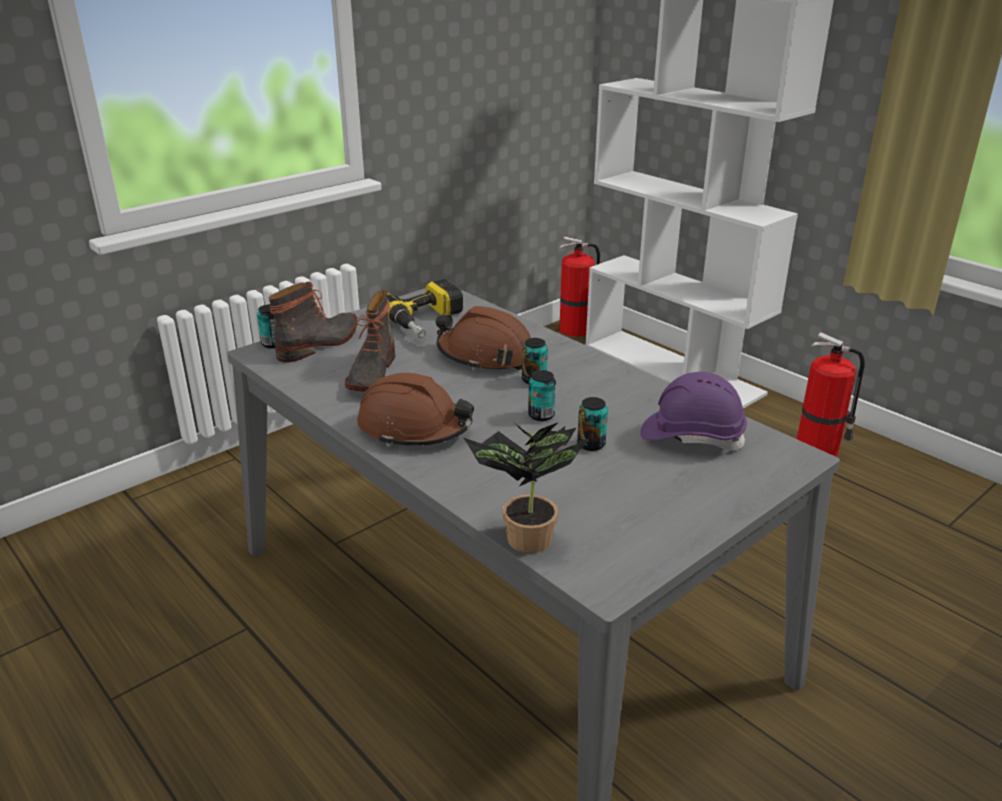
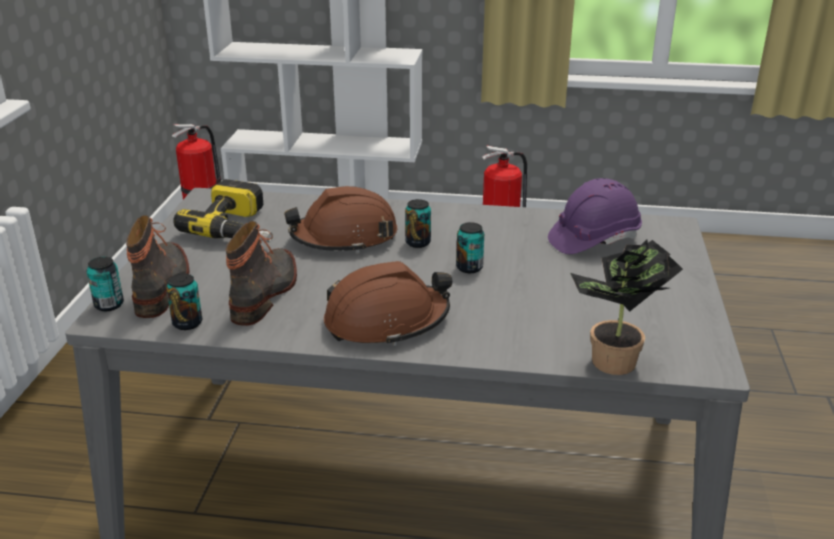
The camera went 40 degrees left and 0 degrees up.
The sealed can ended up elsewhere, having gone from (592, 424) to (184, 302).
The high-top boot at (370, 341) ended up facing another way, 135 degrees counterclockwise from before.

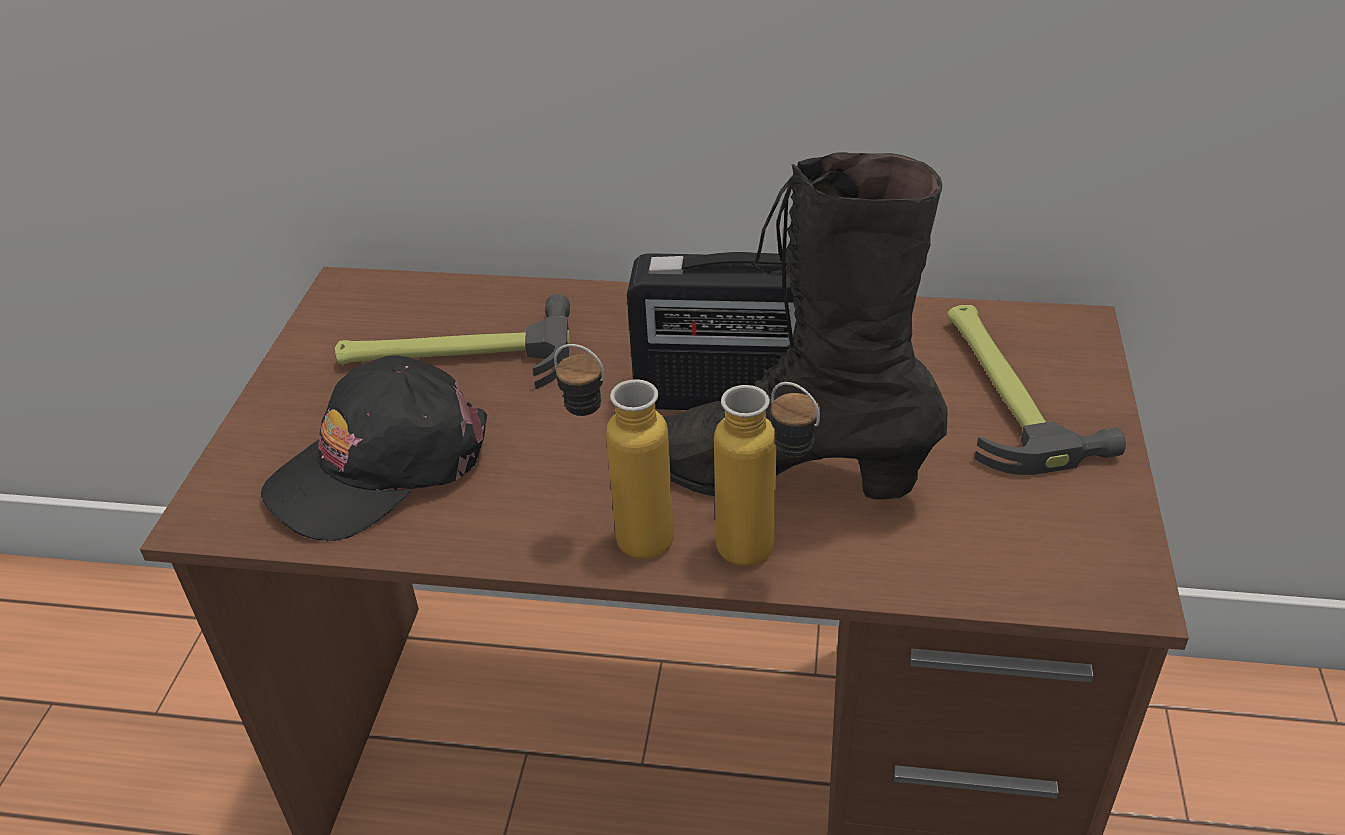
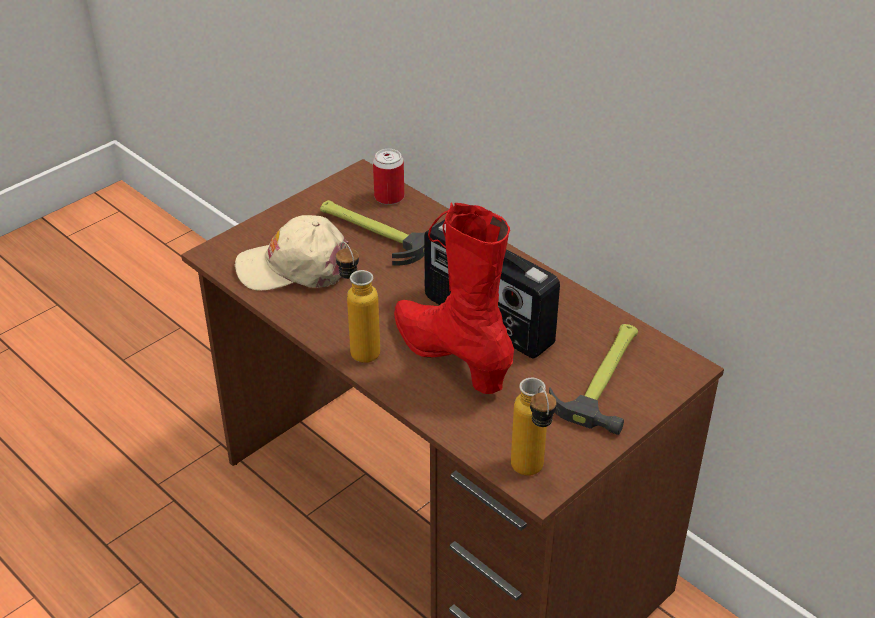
The camera went 35 degrees right and 0 degrees up.
What was the blackish baseball cap at (374, 448) turned into the beige-coloured baseball cap at (291, 253).
The second view gained the sealed can at (388, 177).
What was the blackish high-top boot at (805, 326) turned into the reddish high-top boot at (454, 298).
The drink bottle ended up elsewhere, having gone from (767, 474) to (534, 427).

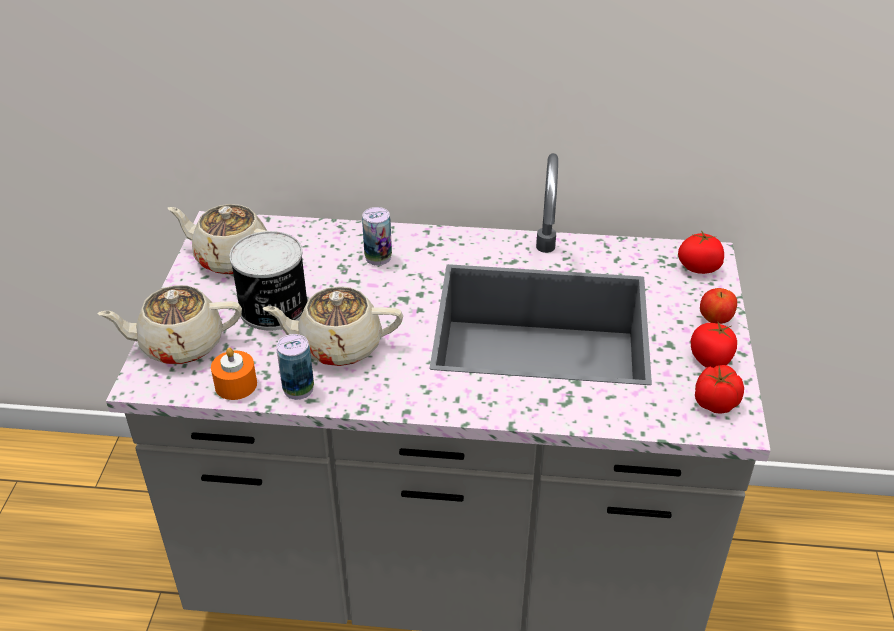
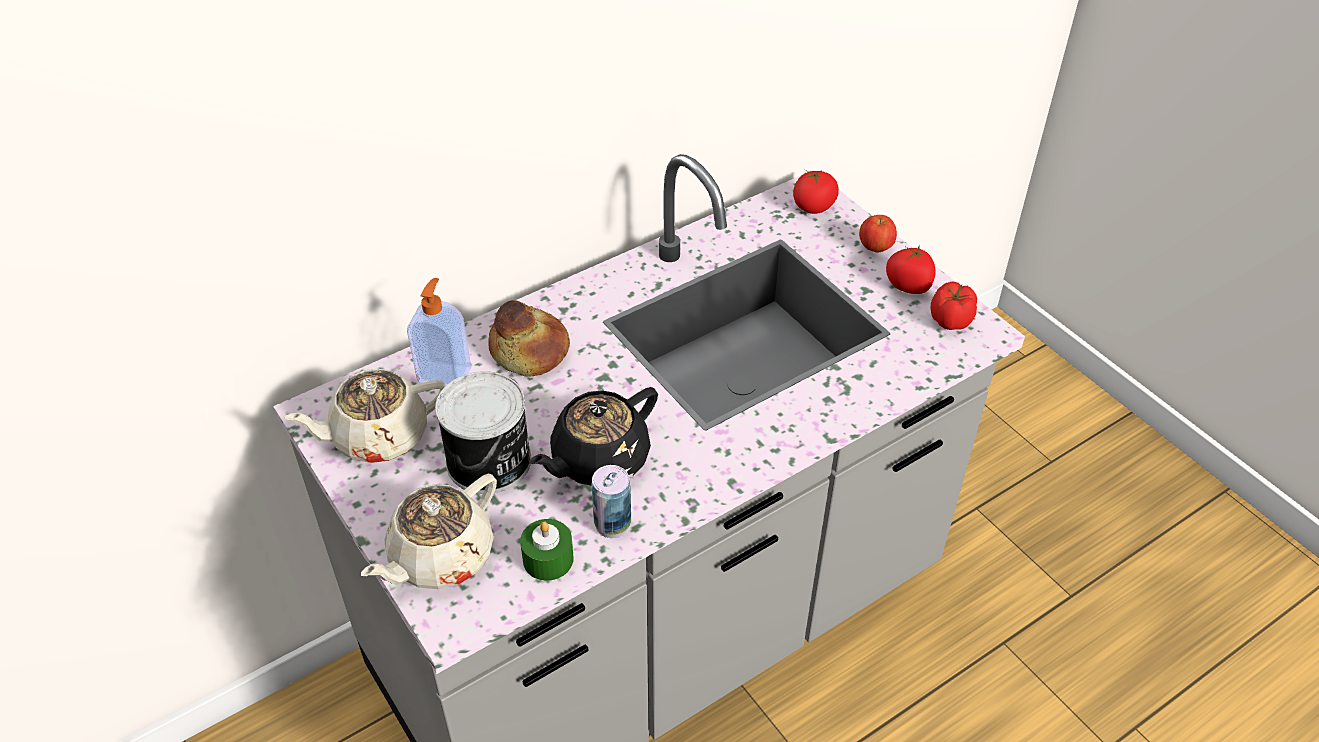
The camera went 40 degrees left and 5 degrees up.
The second view gained the soap dispenser at (439, 331).
Where the sealed can stood at (377, 236), the bakery bread came to stand at (529, 338).
What was the orange candle at (234, 373) turned into the green candle at (547, 550).
What was the beige-coloured pot for tea at (332, 326) turned into the blackish pot for tea at (593, 436).

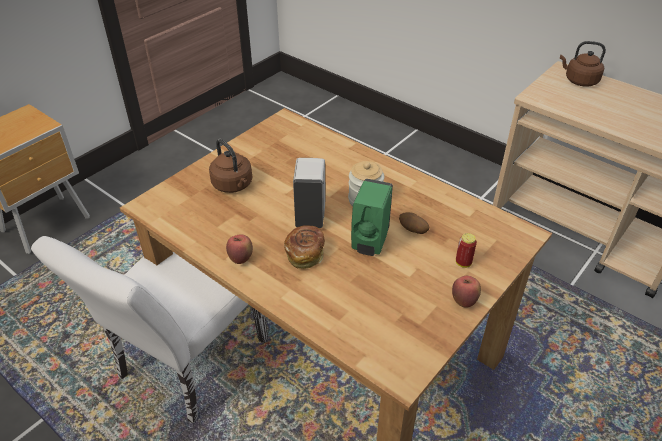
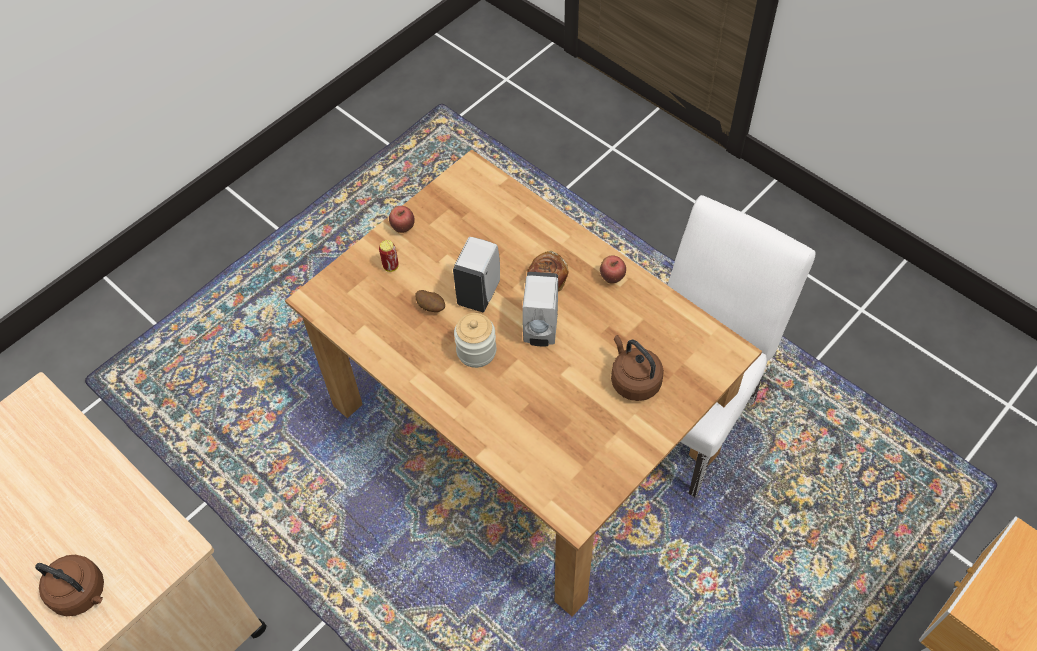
The camera went 175 degrees left and 15 degrees up.
What was the green soap dispenser at (372, 217) turned into the whitish soap dispenser at (476, 274).

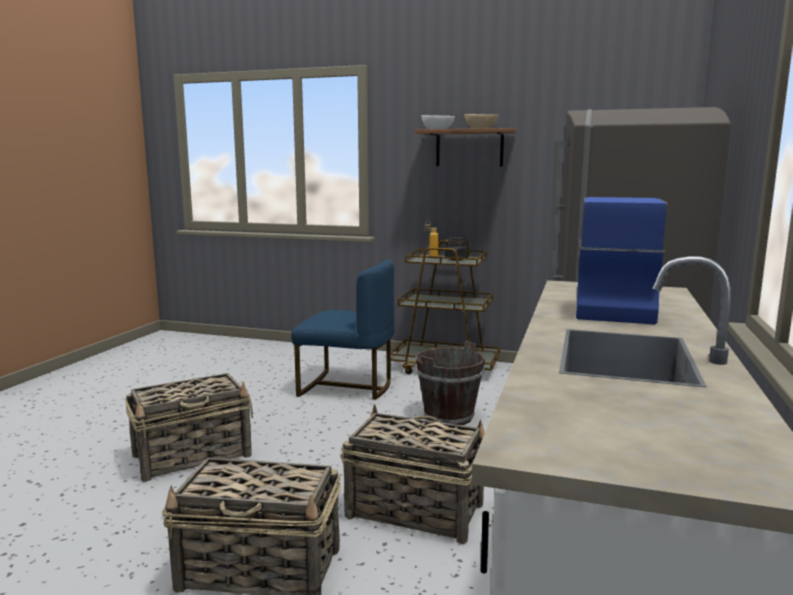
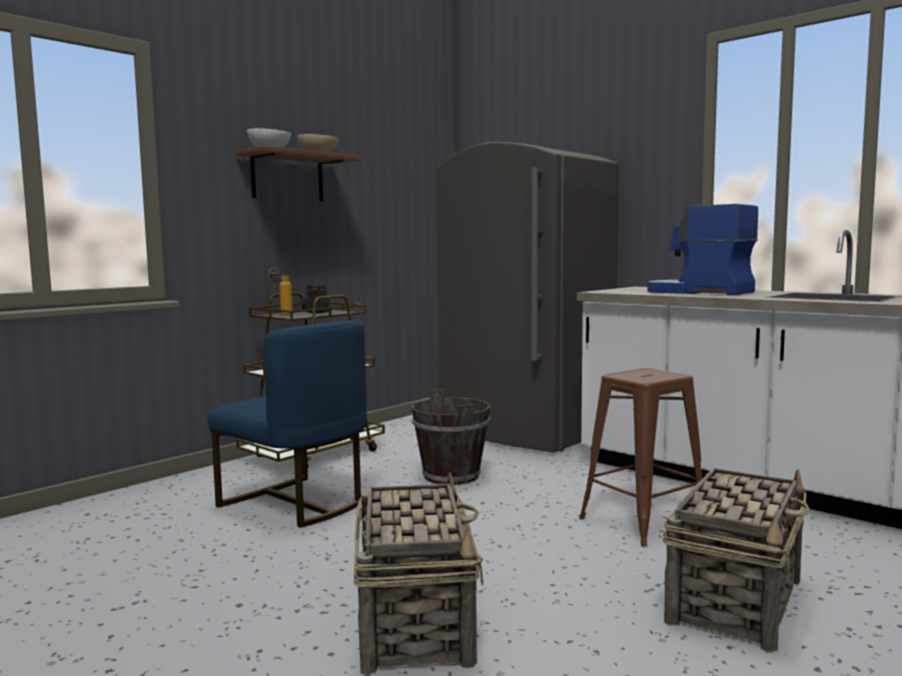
The camera went 65 degrees left and 5 degrees down.
The blue upright chair at (343, 329) ended up facing another way, 90 degrees clockwise from before.
Where the household basket stood at (413, 474), the brown sitting stool came to stand at (640, 457).

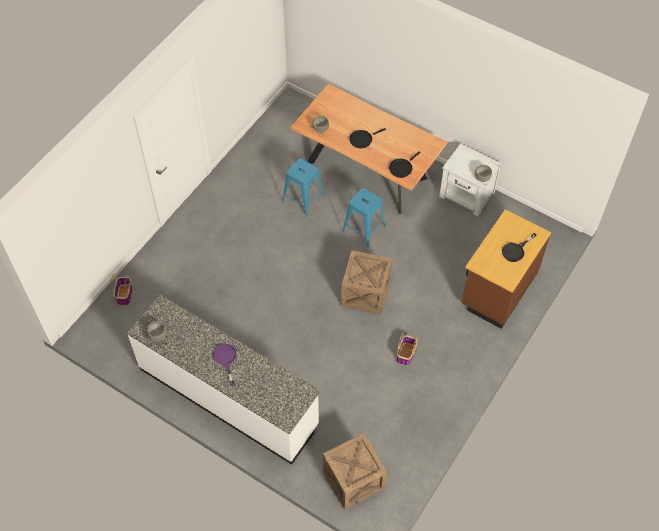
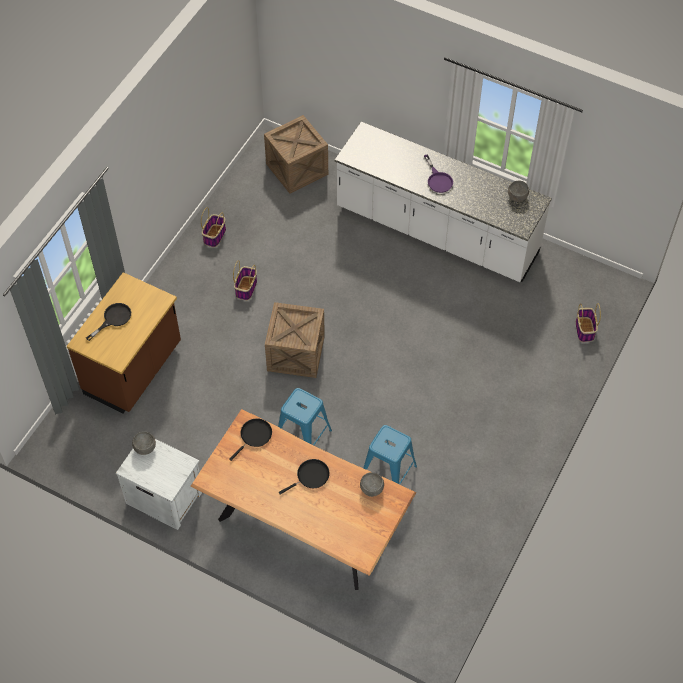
The camera went 175 degrees right and 0 degrees up.
The second view gained the household basket at (213, 227).

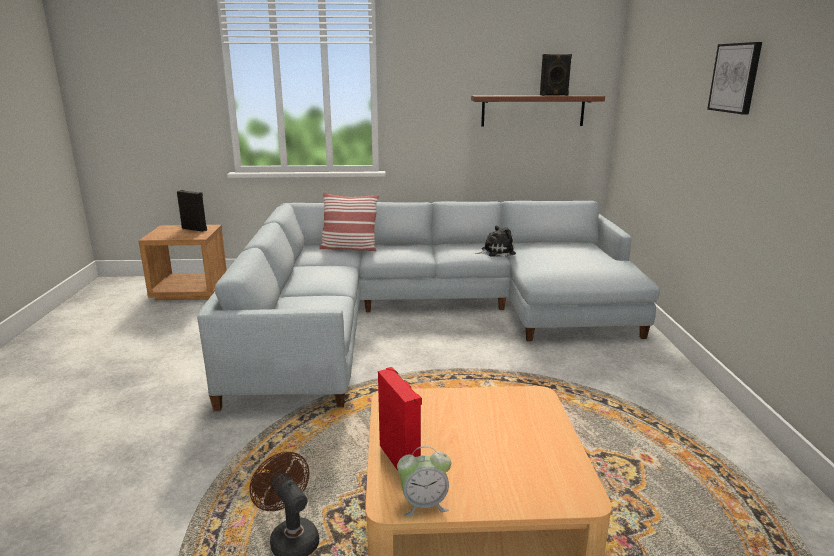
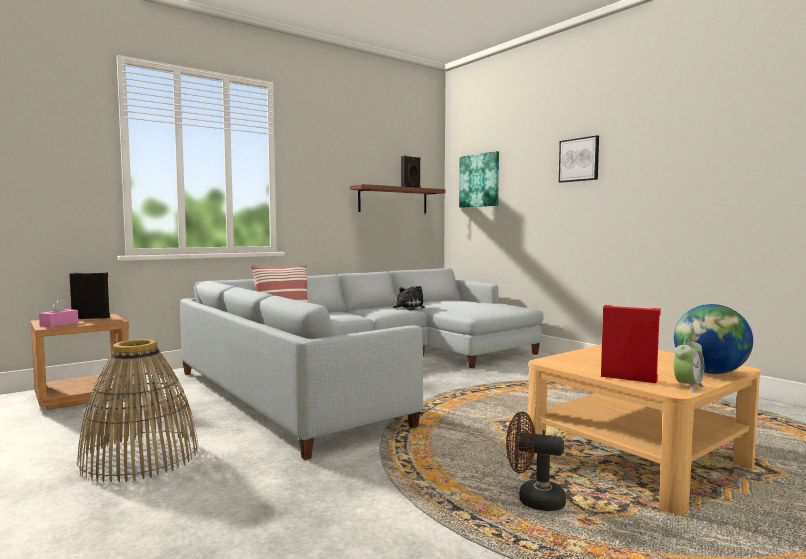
The camera went 35 degrees left and 15 degrees down.
The second view gained the pink box of tissues at (59, 313).
The second view gained the household basket at (138, 411).
The second view gained the wall art at (479, 179).
The second view gained the globe at (713, 339).

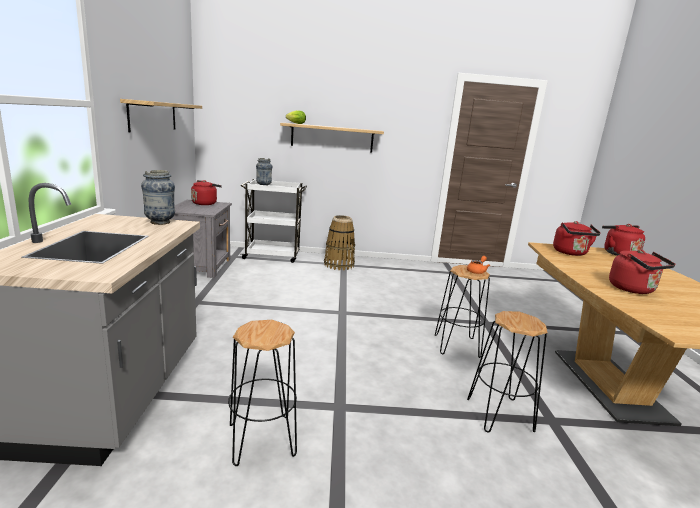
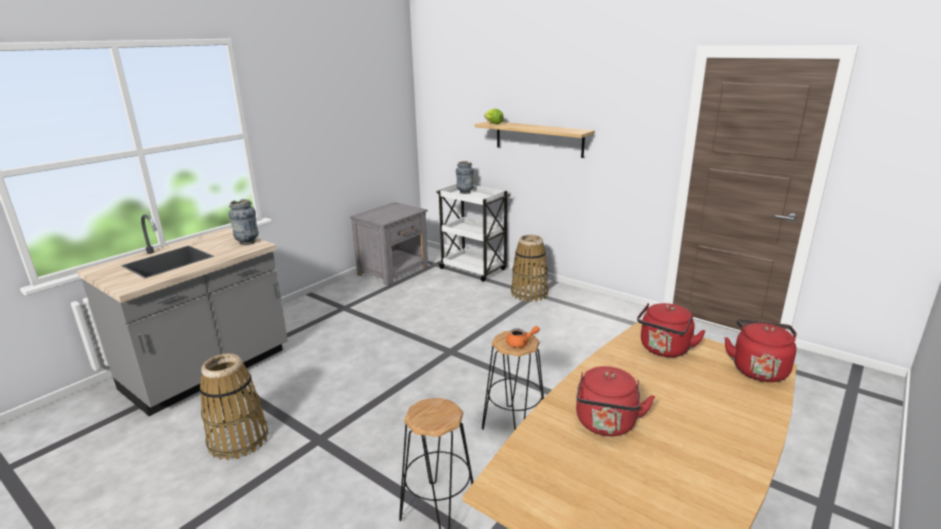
The camera went 40 degrees right and 5 degrees up.
Where the blackish sitting stool stood at (262, 393), the household basket came to stand at (234, 406).
The second view lost the shelf at (161, 116).
The second view lost the reddish kettle at (206, 192).

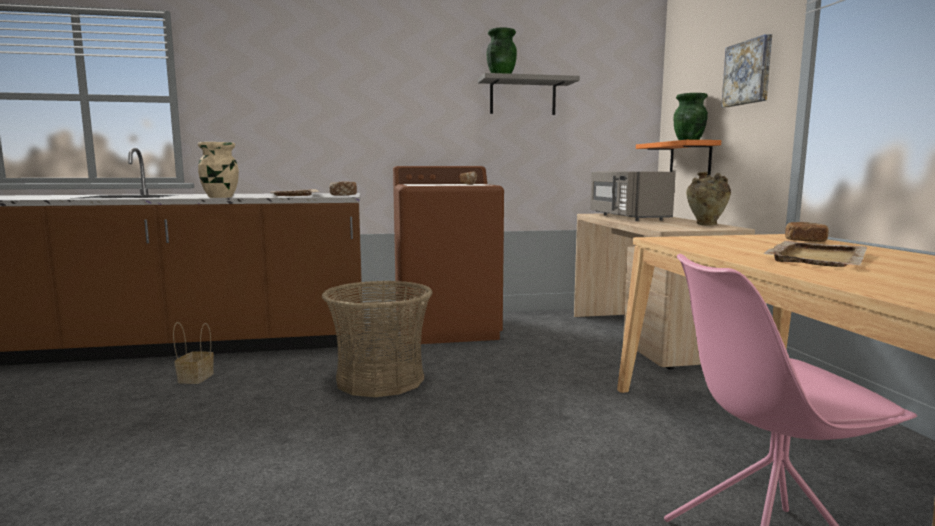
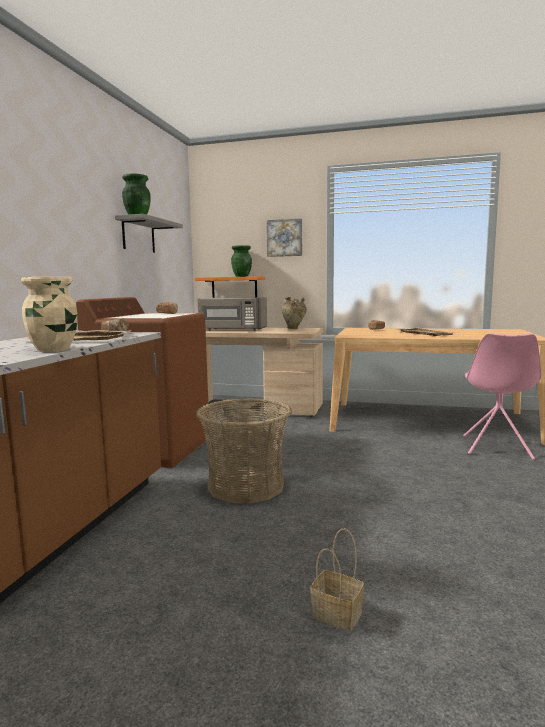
The camera went 65 degrees left and 0 degrees up.
The household basket ended up elsewhere, having gone from (193, 353) to (337, 580).

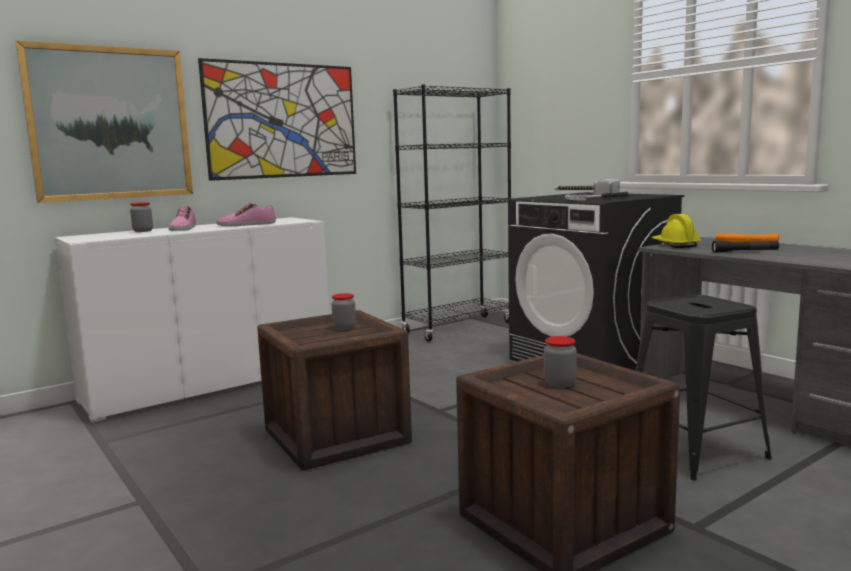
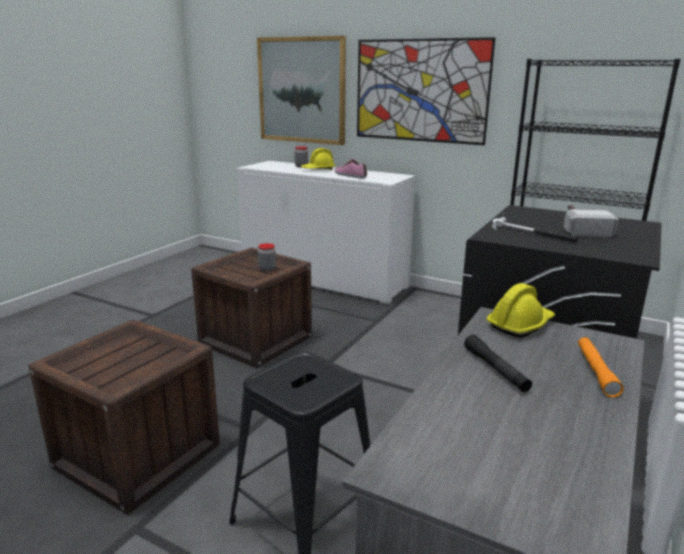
The camera went 65 degrees right and 10 degrees up.
Where the shoe stood at (182, 218), the yellow safety helmet came to stand at (318, 159).
The second view lost the jar at (560, 362).

